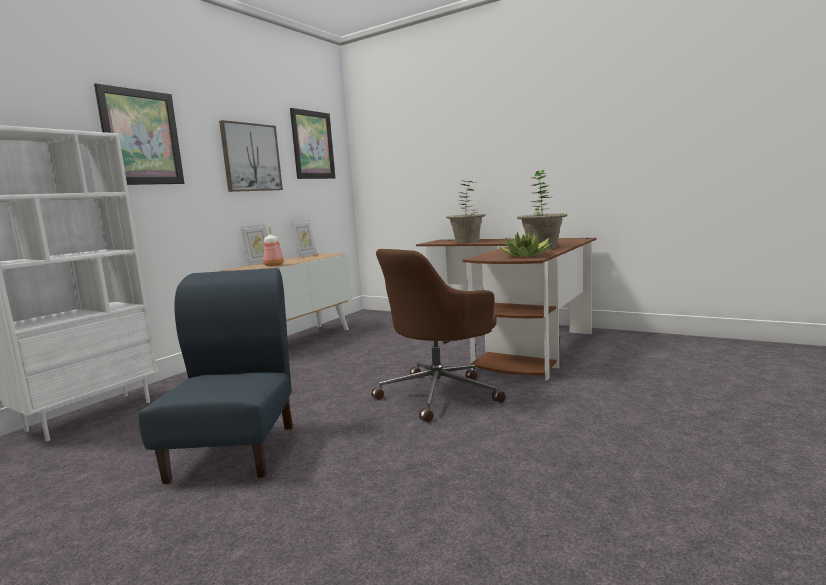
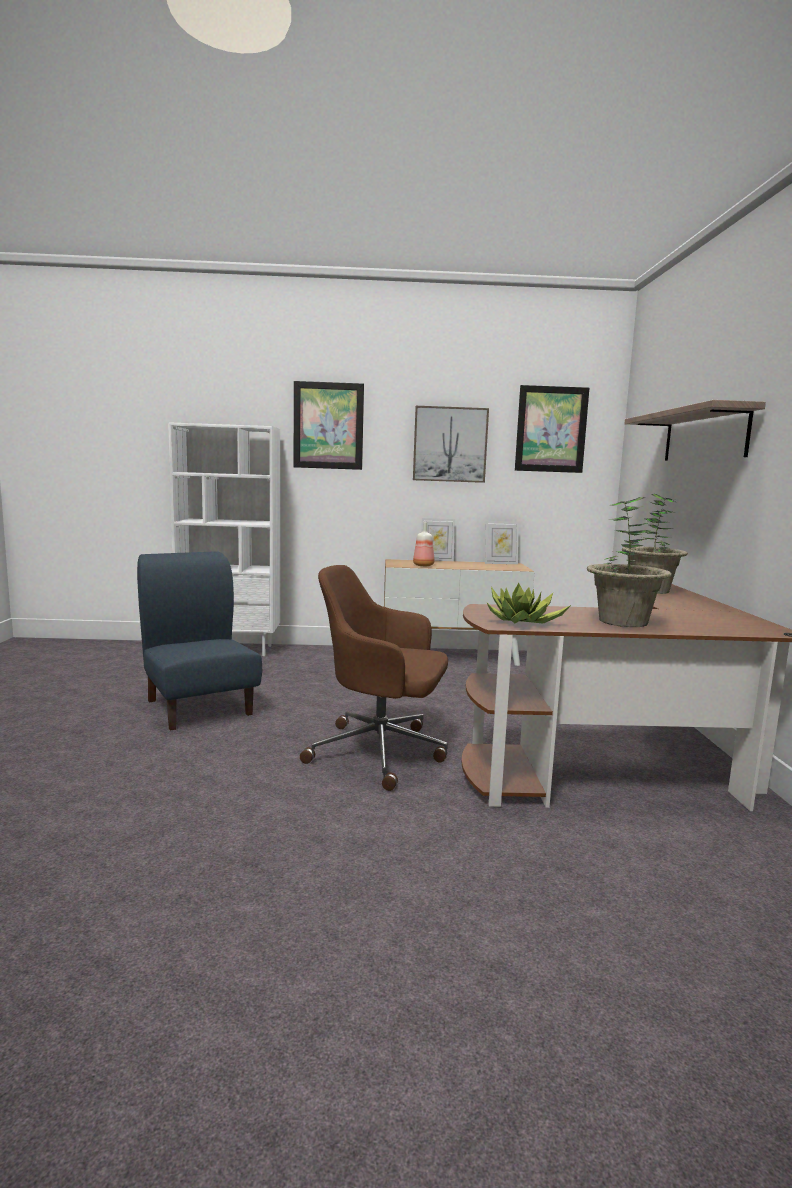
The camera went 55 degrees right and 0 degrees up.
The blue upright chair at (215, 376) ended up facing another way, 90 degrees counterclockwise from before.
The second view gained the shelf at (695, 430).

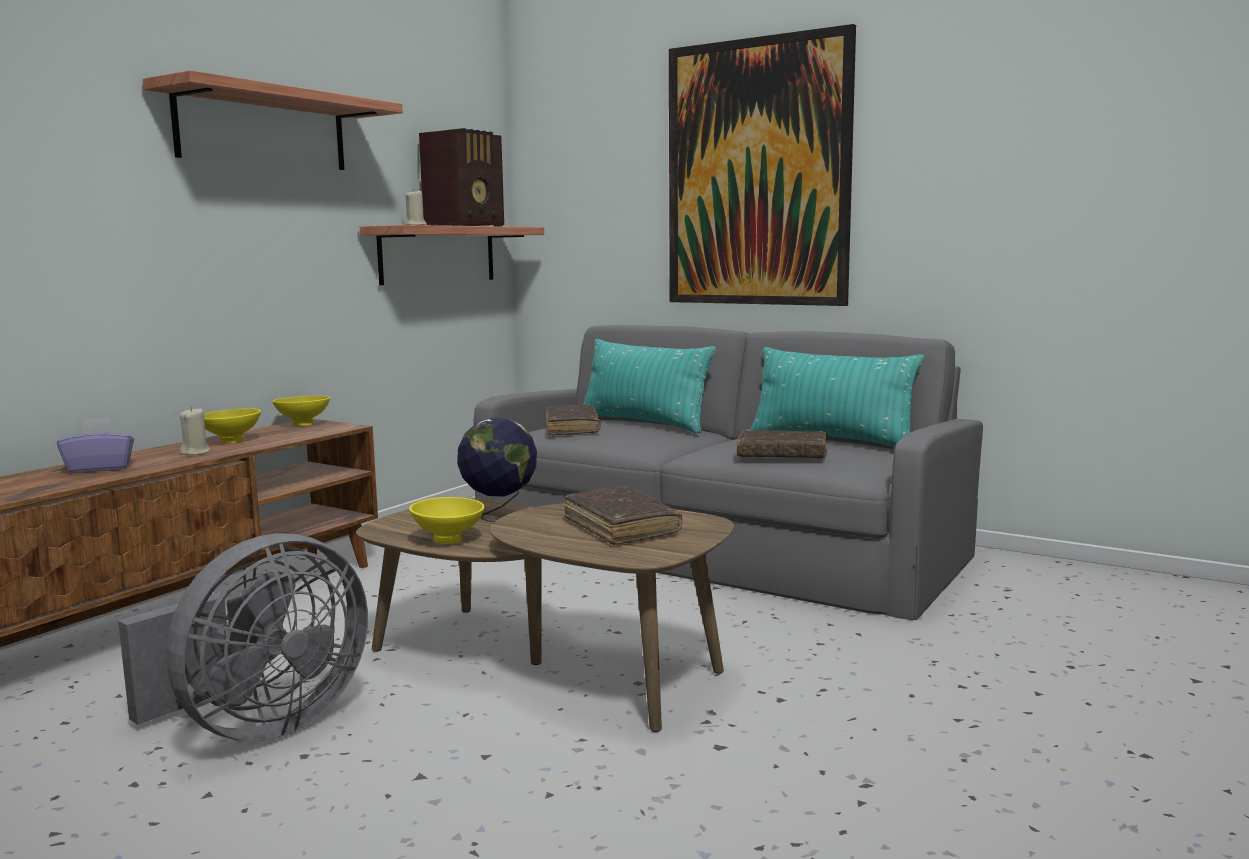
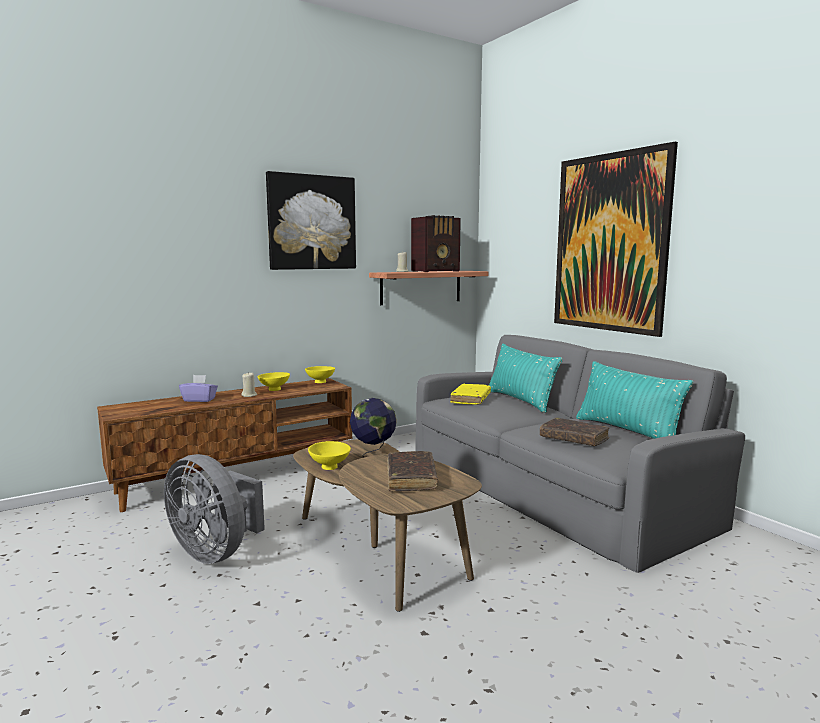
The camera went 25 degrees right and 0 degrees up.
The gray electric fan at (243, 637) ended up facing another way, 60 degrees clockwise from before.
Where the shelf hung at (273, 120), the wall art came to hang at (311, 220).
What was the brown book at (573, 419) turned into the yellow book at (470, 394).

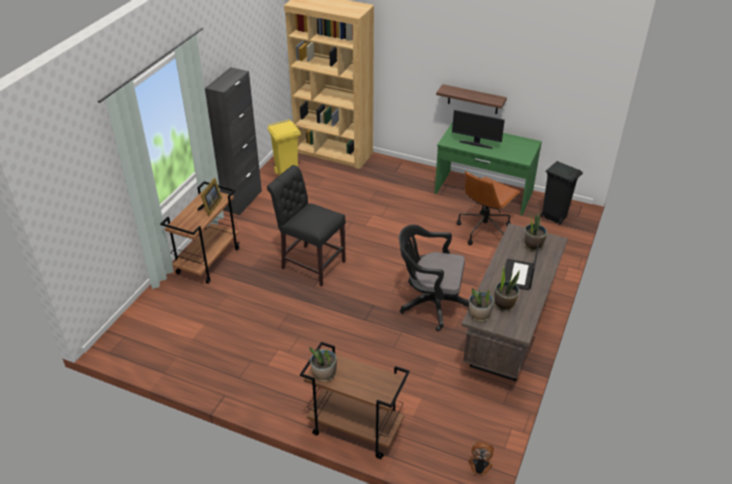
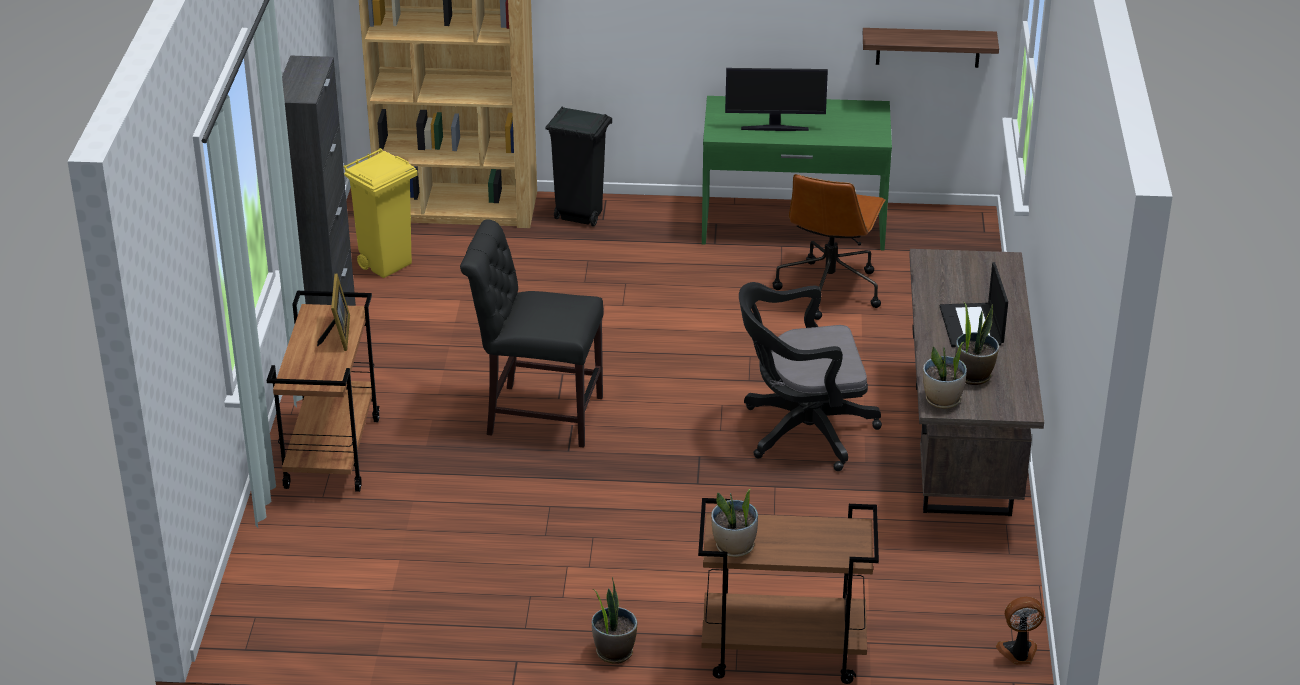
The camera went 20 degrees left and 5 degrees down.
The blackish rubbish bin ended up elsewhere, having gone from (562, 193) to (579, 167).
The potted plant ended up elsewhere, having gone from (535, 231) to (614, 620).
The shelf ended up elsewhere, having gone from (471, 99) to (931, 48).

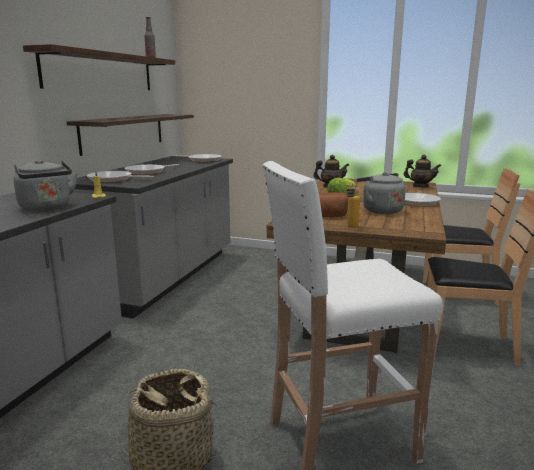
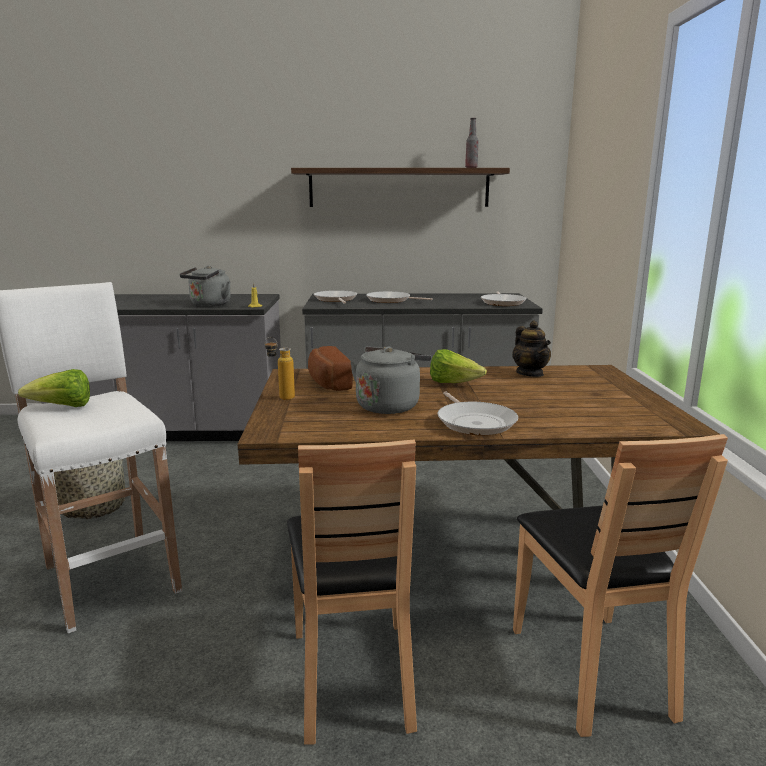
The camera went 70 degrees right and 0 degrees up.
The second view gained the lettuce head at (54, 388).
The second view lost the shelf at (130, 135).
The second view lost the pot for tea at (422, 171).

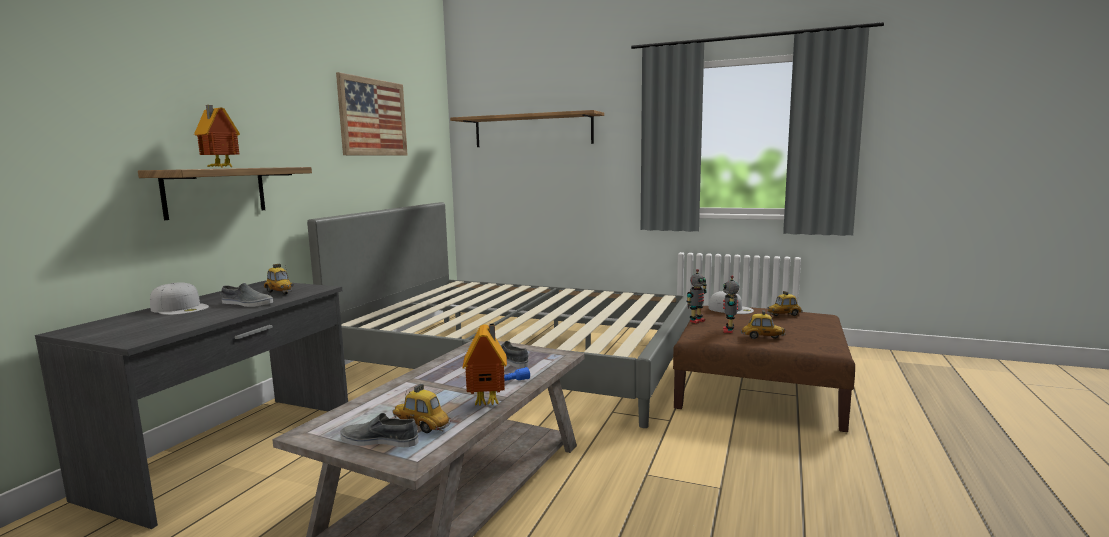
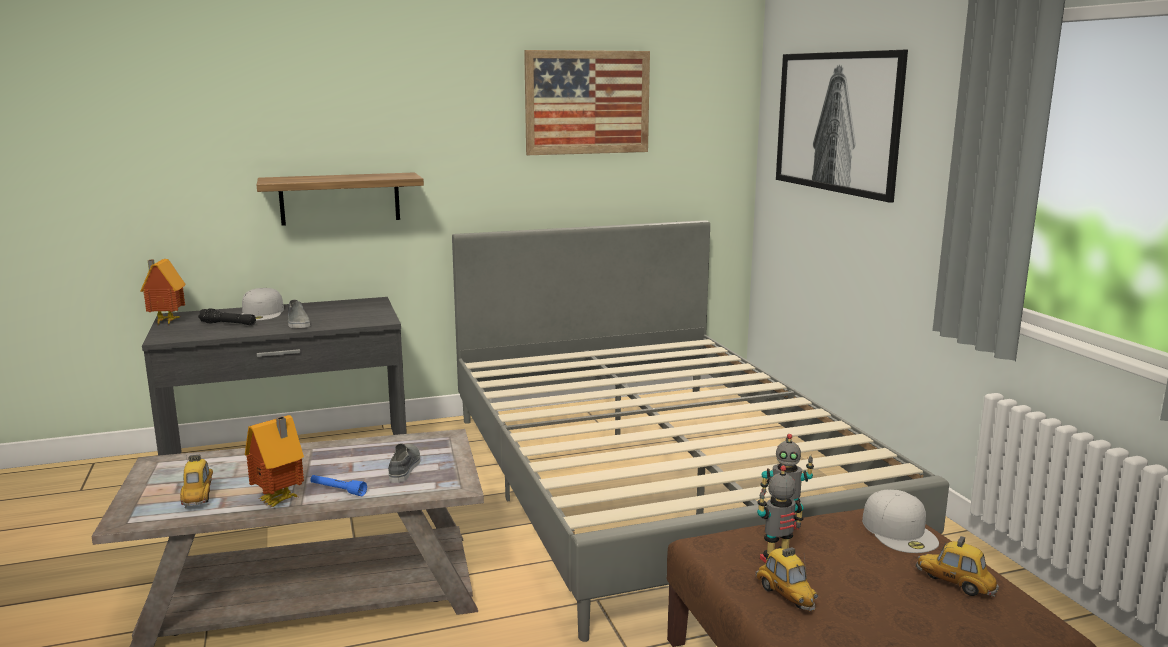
The camera went 50 degrees right and 5 degrees up.
The toy house ended up elsewhere, having gone from (217, 136) to (163, 292).
The second view gained the blackish hand torch at (227, 317).
Where the shelf hung at (527, 128), the wall art came to hang at (842, 126).
The second view lost the model car at (279, 279).
The second view lost the gray shoe at (379, 430).

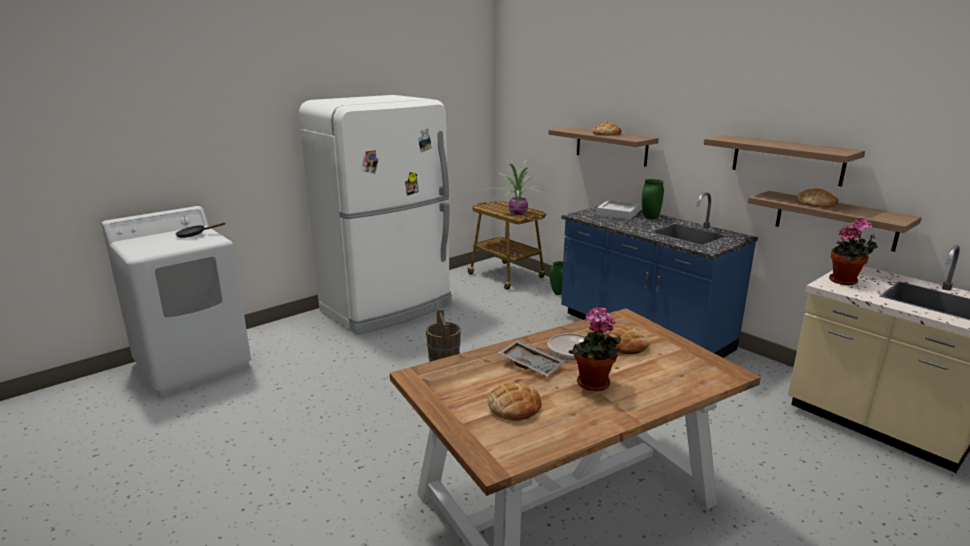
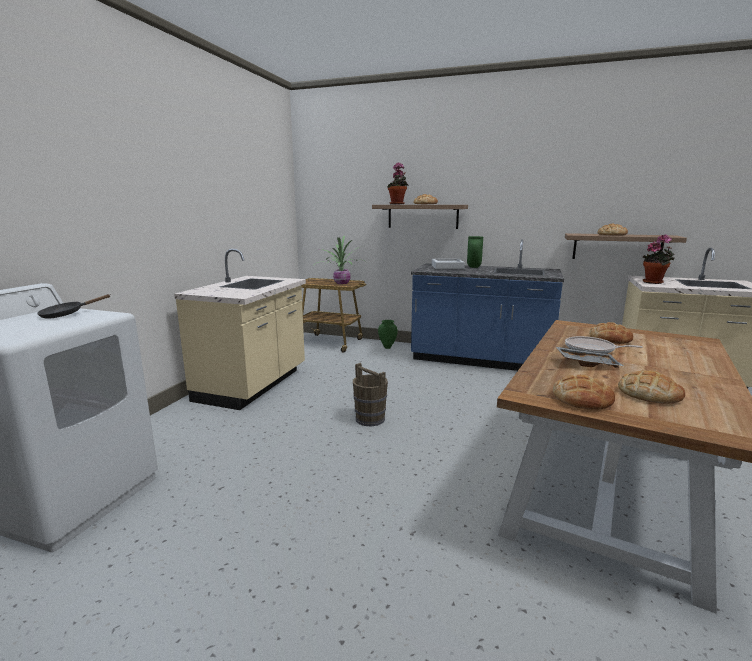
The camera went 30 degrees left and 5 degrees down.
Where the whitish refrigerator stood at (375, 214), the beige-coloured kitchen counter came to stand at (240, 329).
The potted plant ended up elsewhere, having gone from (595, 349) to (397, 183).
The second view gained the bakery bread at (584, 392).
The second view lost the shelf at (784, 161).

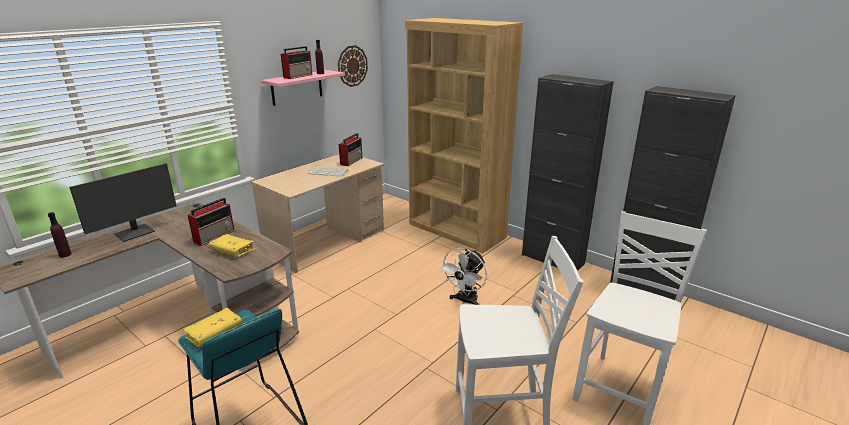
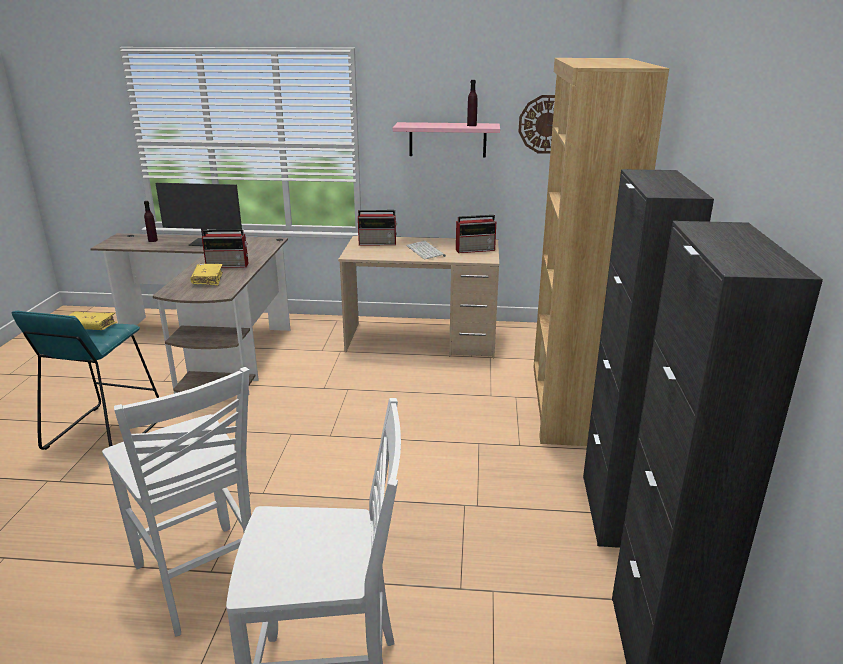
The camera went 55 degrees right and 0 degrees up.
The radio receiver ended up elsewhere, having gone from (296, 62) to (378, 227).
The second view lost the whitish electric fan at (463, 276).

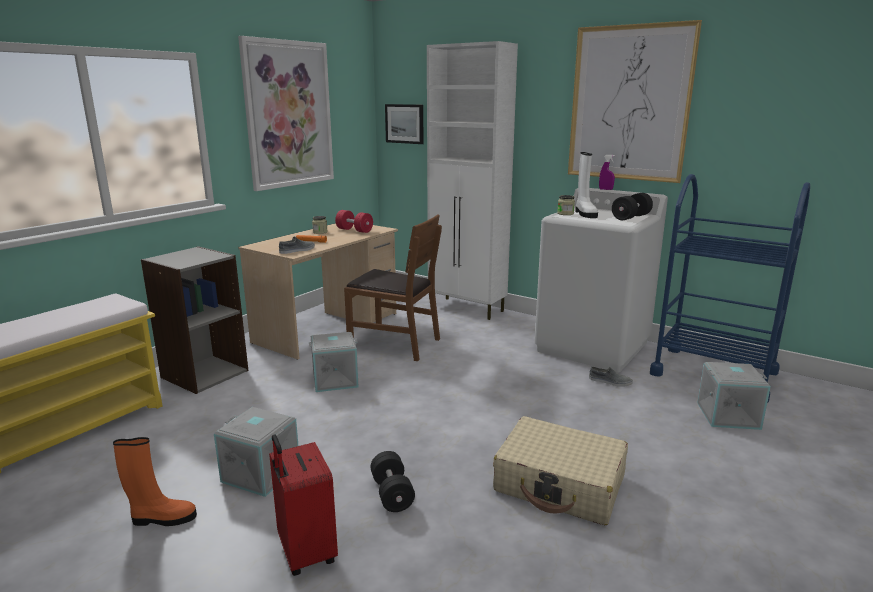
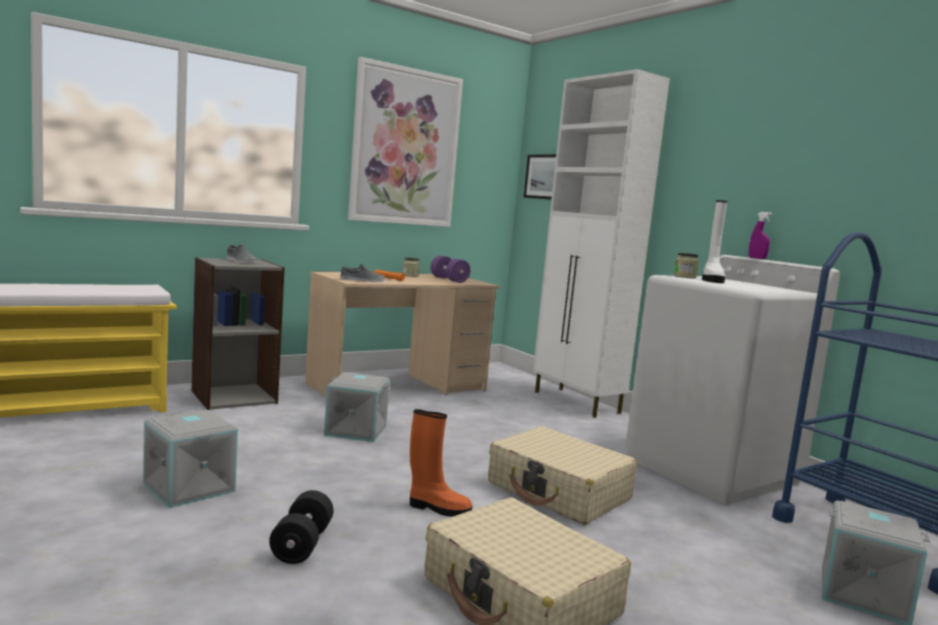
The camera went 20 degrees right and 10 degrees down.
The gray shoe ended up elsewhere, having gone from (611, 376) to (242, 253).
The orange high-top boot ended up elsewhere, having gone from (155, 481) to (441, 463).
What was the reddish dumbbell at (354, 221) turned into the purple-coloured dumbbell at (450, 269).
The second view gained the beige-coloured suitcase at (562, 475).
The second view lost the reddish suitcase at (303, 505).
The second view lost the brown upright chair at (393, 287).
The second view lost the wall art at (635, 101).
The second view lost the blackish dumbbell at (632, 206).

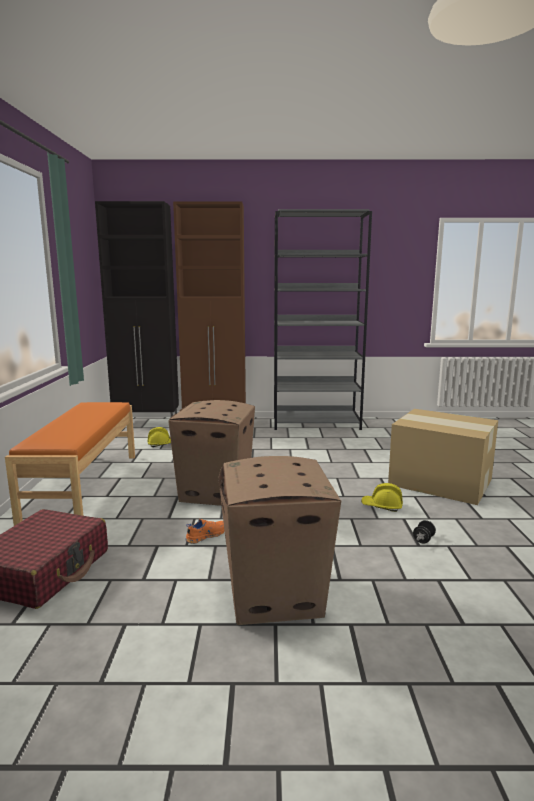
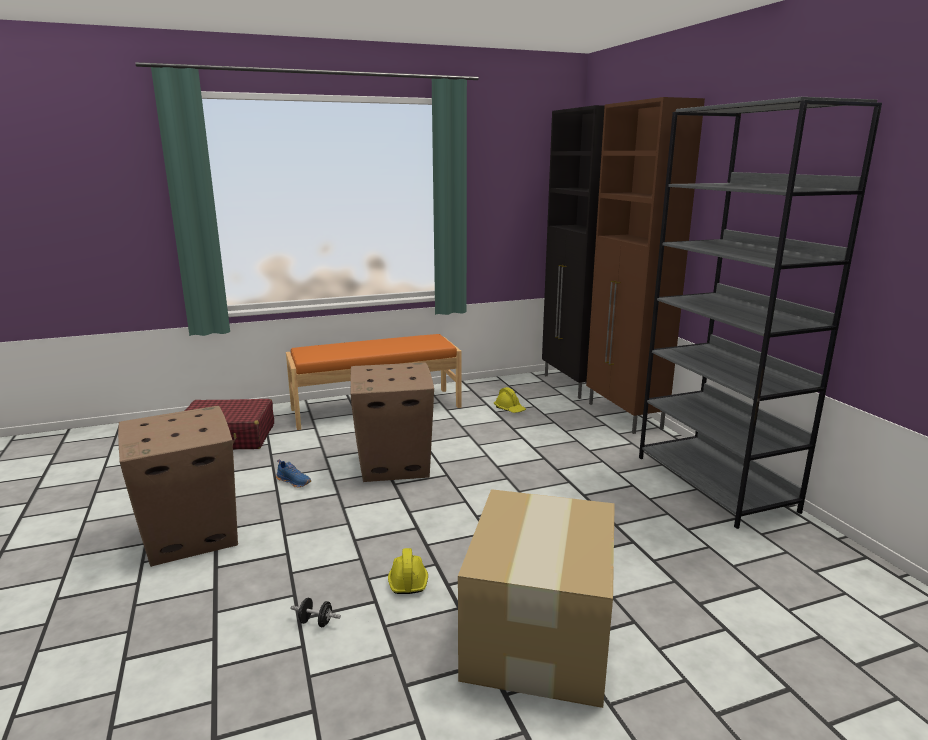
The camera went 70 degrees right and 5 degrees up.
What was the orange shoe at (205, 531) turned into the blue shoe at (293, 473).

